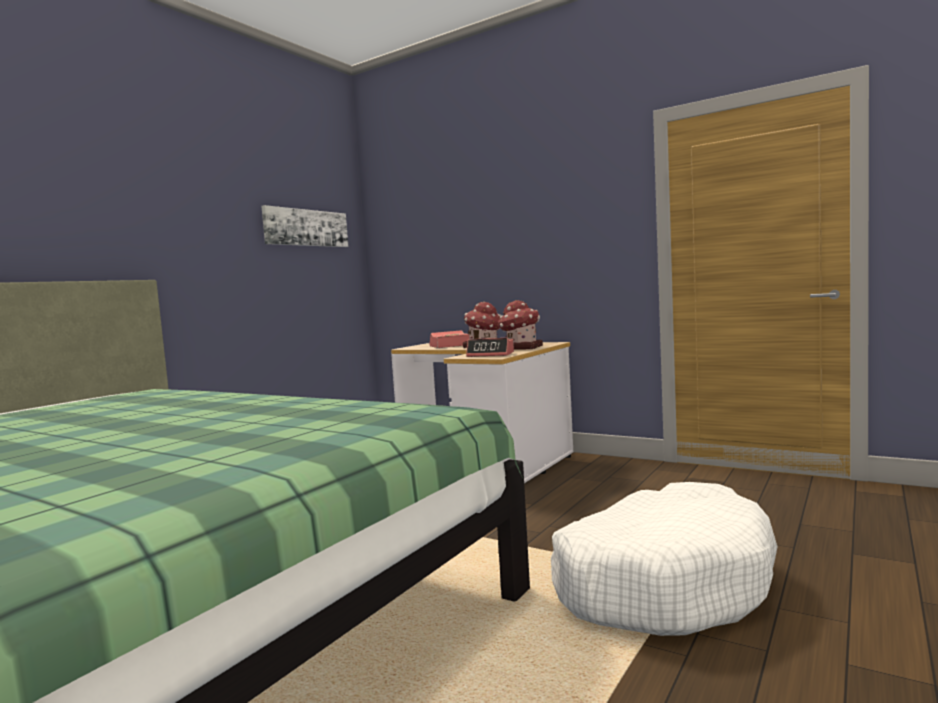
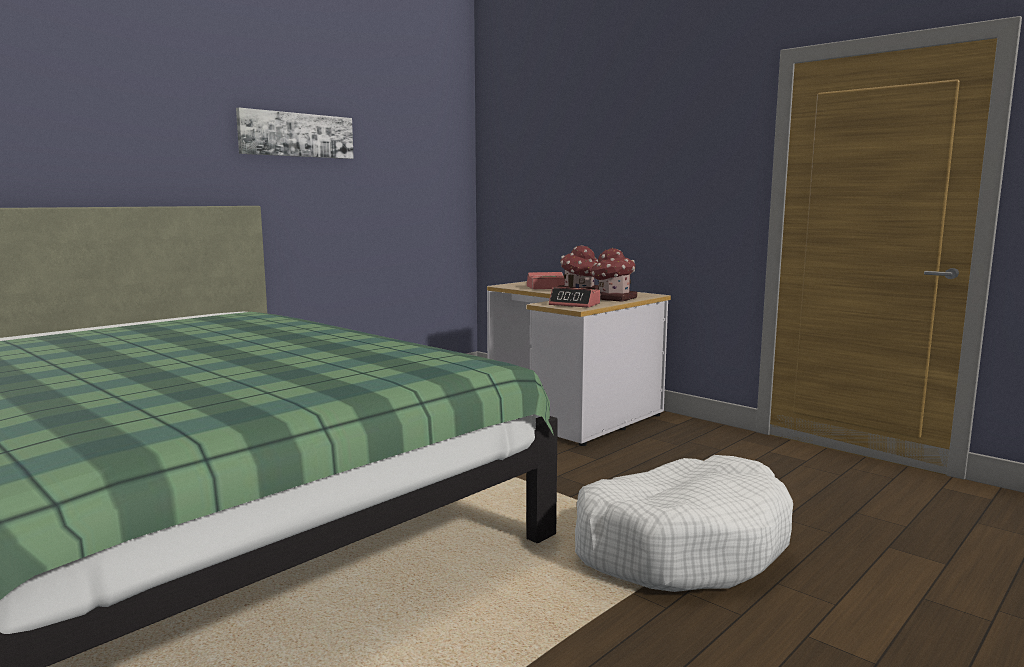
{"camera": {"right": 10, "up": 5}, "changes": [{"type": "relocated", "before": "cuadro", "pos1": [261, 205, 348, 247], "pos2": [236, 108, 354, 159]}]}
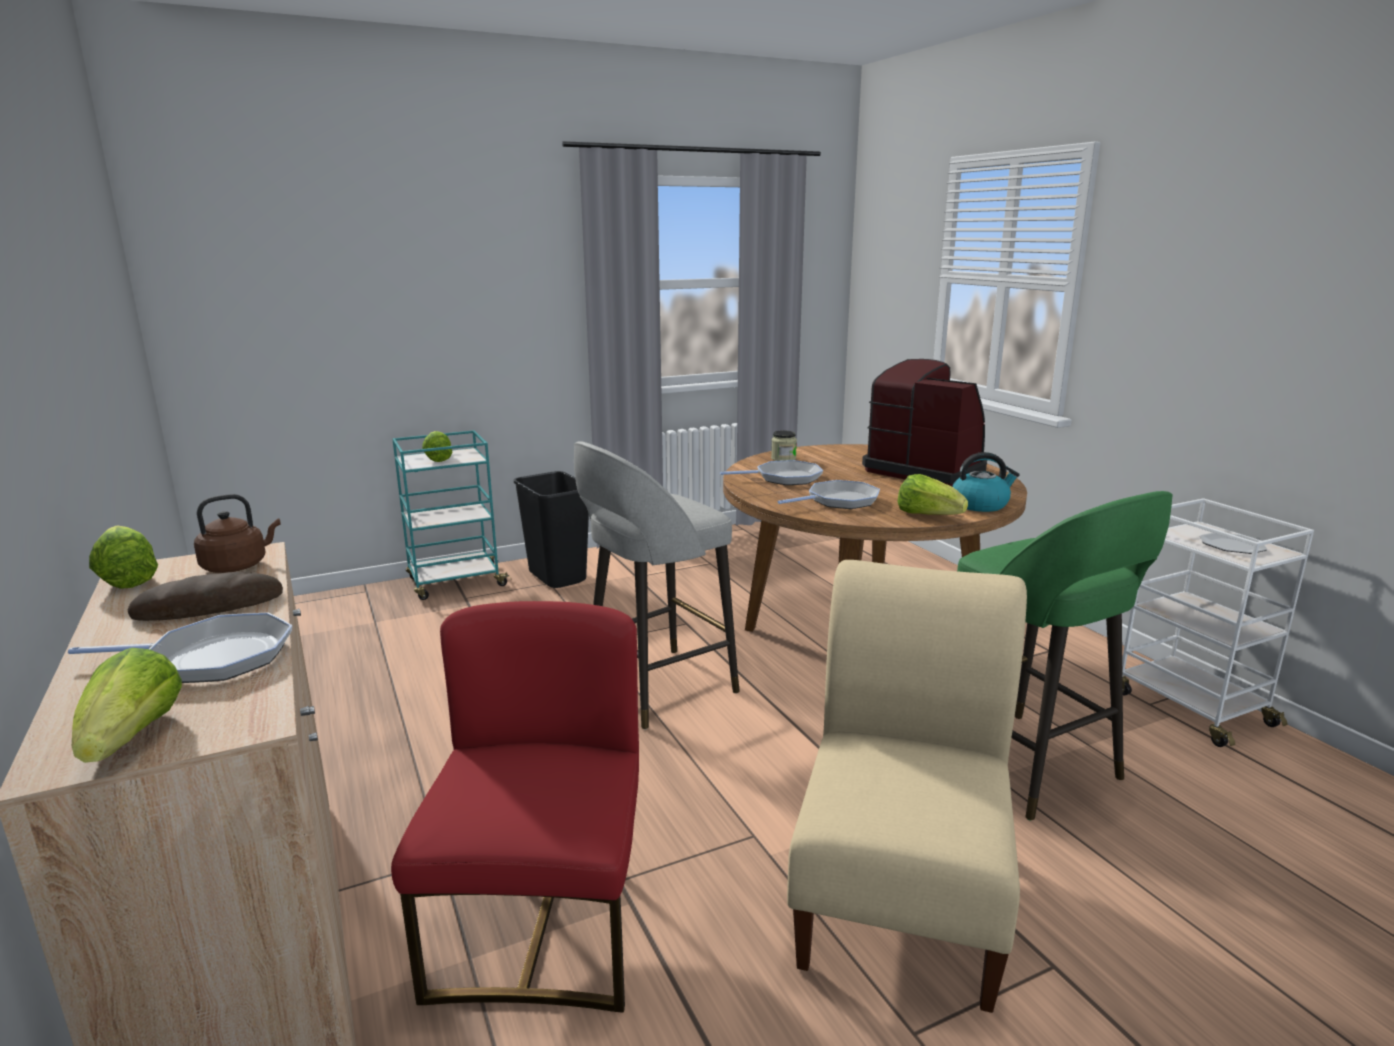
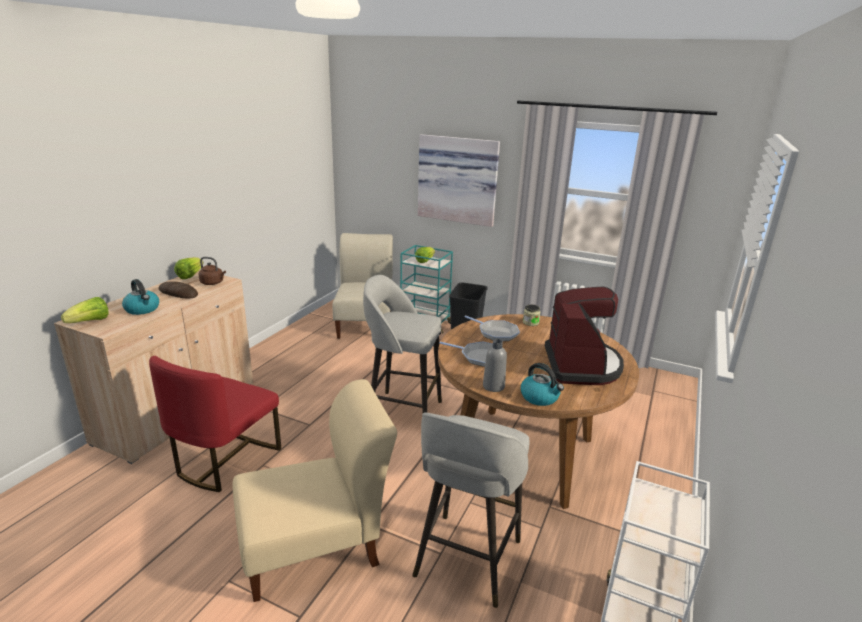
{"camera": {"right": 50, "up": 5}, "changes": [{"type": "missing", "before": "plato", "pos1": [1200, 533, 1267, 554]}, {"type": "appeared", "after": "silla (beis)", "pos2": [332, 233, 393, 339]}, {"type": "appeared", "after": "cuadro", "pos2": [418, 134, 500, 227]}, {"type": "exchanged", "before": "sartén", "after": "hervidor", "pos1": [68, 613, 292, 683], "pos2": [122, 279, 159, 315]}, {"type": "exchanged", "before": "lechuga", "after": "botella (gris)", "pos1": [898, 474, 968, 515], "pos2": [483, 339, 507, 392]}, {"type": "colour", "before": "taburete (verde)", "after": "taburete (gris)", "pos1": [957, 491, 1173, 821], "pos2": [412, 412, 530, 608]}, {"type": "spun", "before": "silla (rojo)", "pos1": [391, 601, 639, 1013], "pos2": [149, 356, 281, 492], "turn": 150}]}
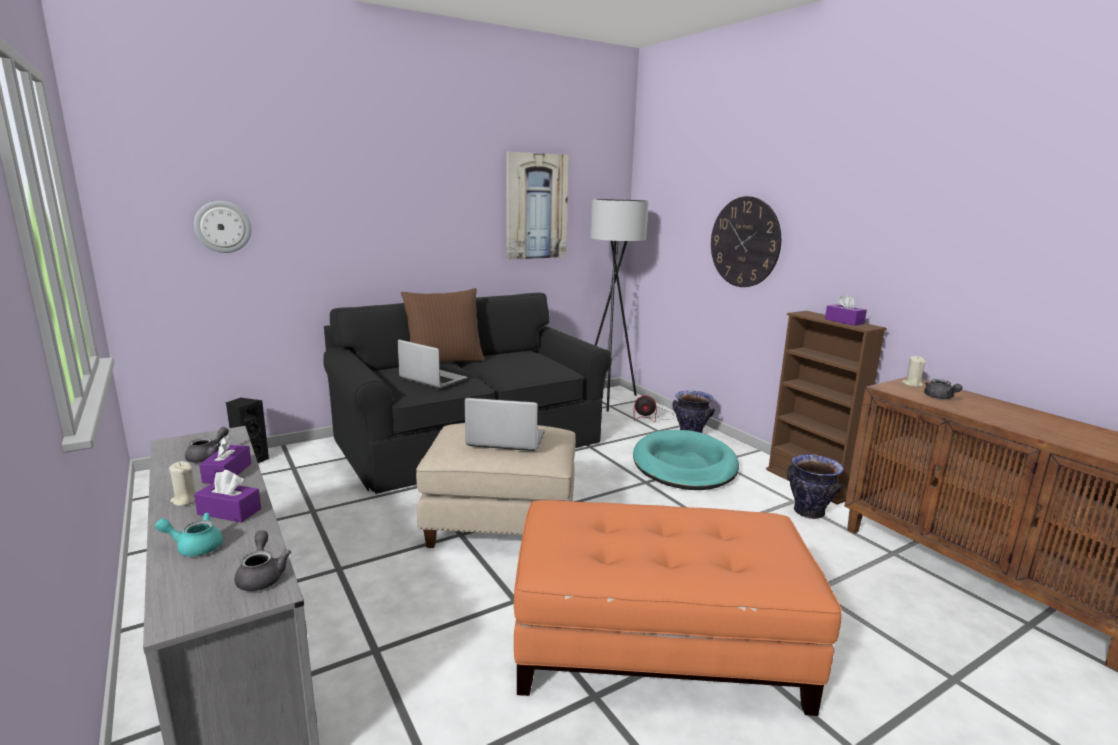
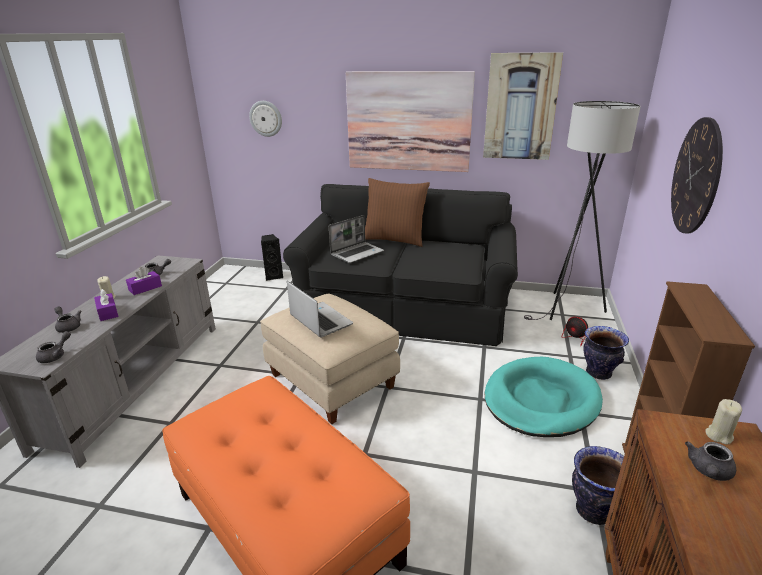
{"camera": {"right": 45, "up": 10}, "changes": [{"type": "missing", "before": "caja de pañuelos (morado)", "pos1": [825, 294, 867, 326]}, {"type": "appeared", "after": "cuadro", "pos2": [346, 71, 475, 172]}, {"type": "colour", "before": "tetera (turquesa)", "after": "tetera (gris)", "pos1": [155, 513, 223, 556], "pos2": [54, 307, 81, 333]}, {"type": "spun", "before": "portátil", "pos1": [398, 339, 467, 389], "pos2": [329, 215, 384, 263], "turn": 60}]}
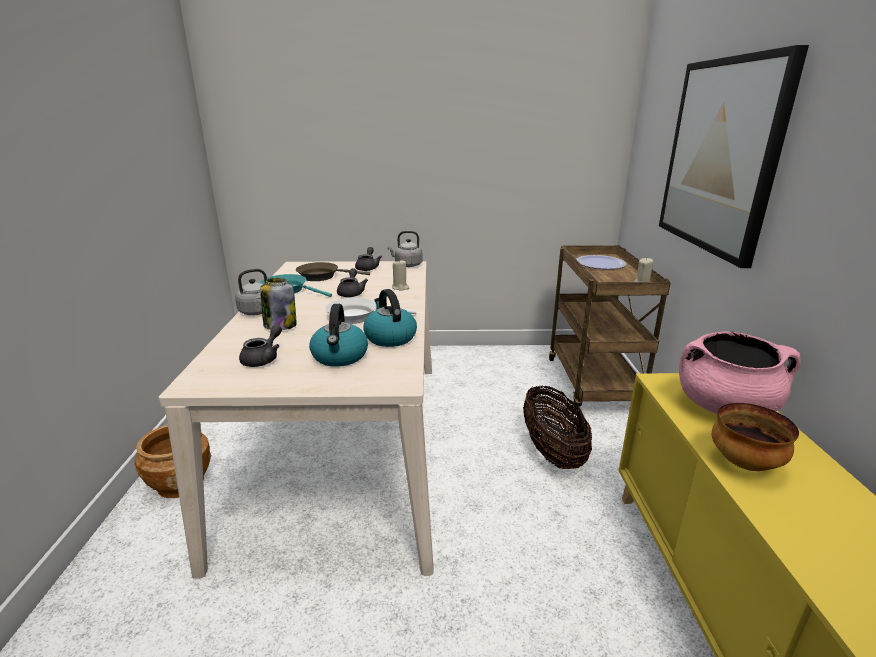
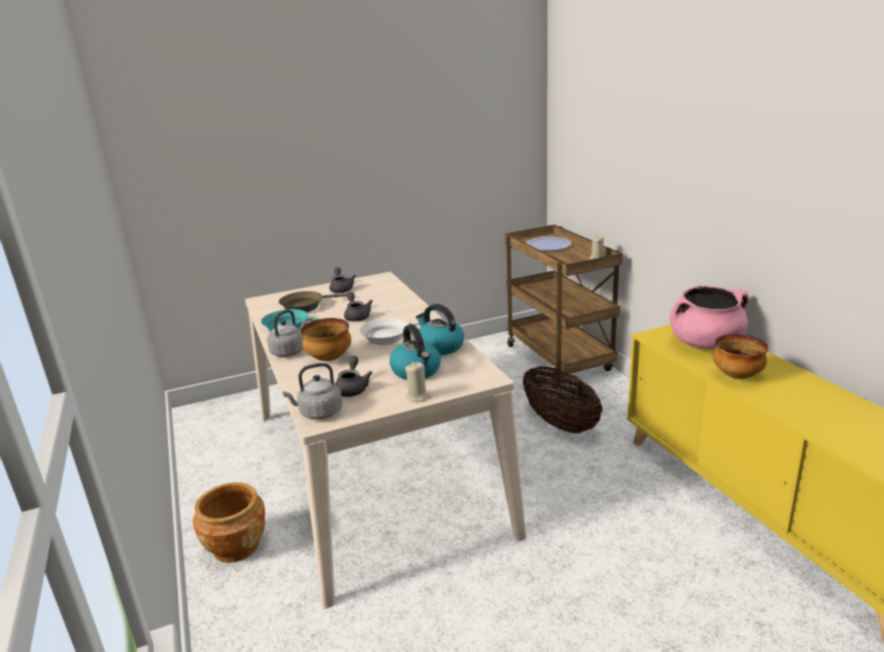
{"camera": {"right": -20, "up": 0}, "changes": [{"type": "missing", "before": "cuadro", "pos1": [659, 45, 809, 268]}, {"type": "relocated", "before": "hervidor (gris)", "pos1": [387, 231, 423, 267], "pos2": [283, 363, 342, 420]}, {"type": "relocated", "before": "vela (beis)", "pos1": [392, 259, 409, 291], "pos2": [405, 362, 431, 402]}, {"type": "exchanged", "before": "tarro", "after": "cuenco", "pos1": [260, 278, 297, 330], "pos2": [301, 318, 351, 361]}]}
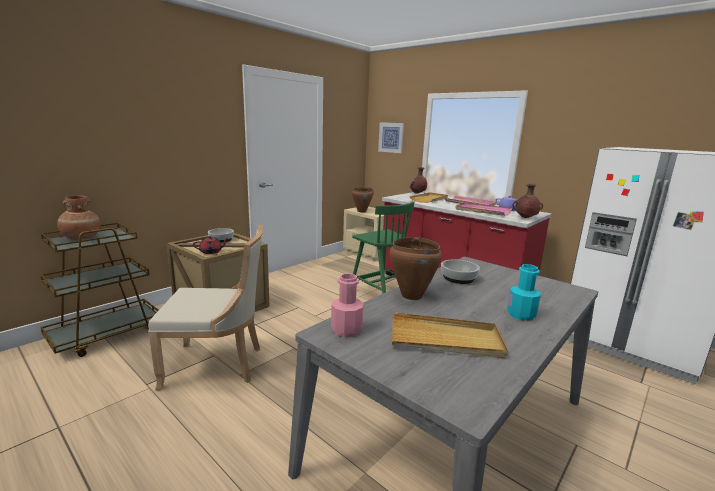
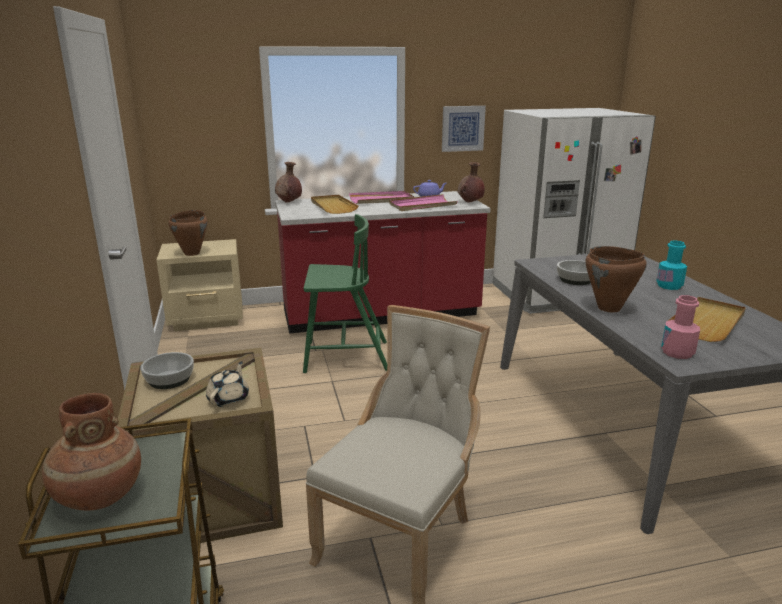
{"camera": {"right": -55, "up": 5}, "changes": [{"type": "relocated", "before": "cuadro", "pos1": [378, 122, 404, 153], "pos2": [442, 106, 486, 152]}, {"type": "colour", "before": "tetera (rojo)", "after": "tetera (beis)", "pos1": [193, 236, 229, 254], "pos2": [206, 361, 249, 407]}]}
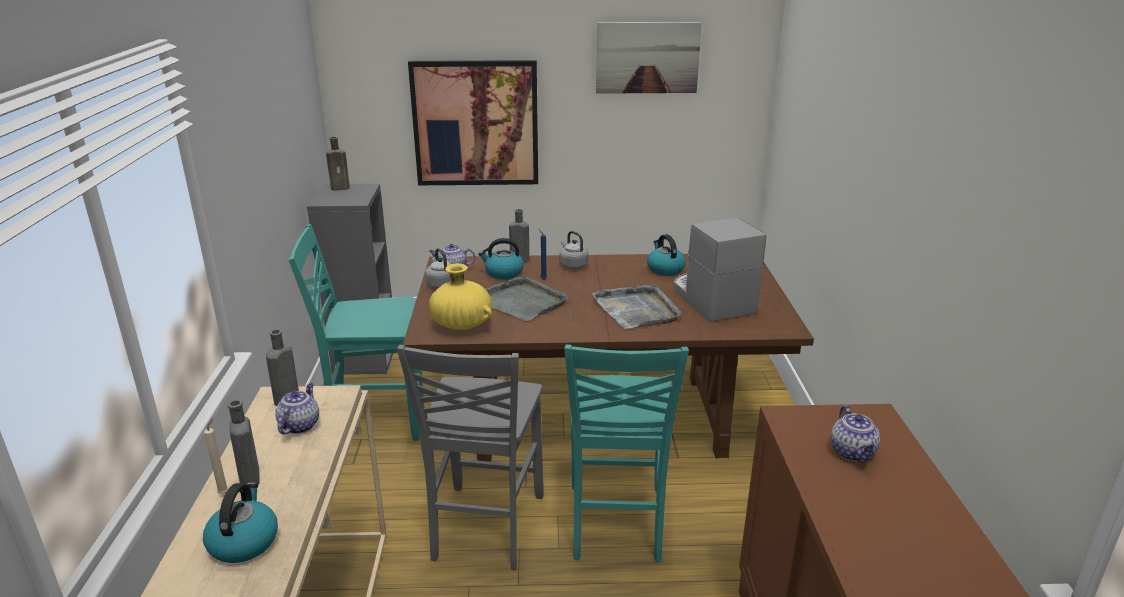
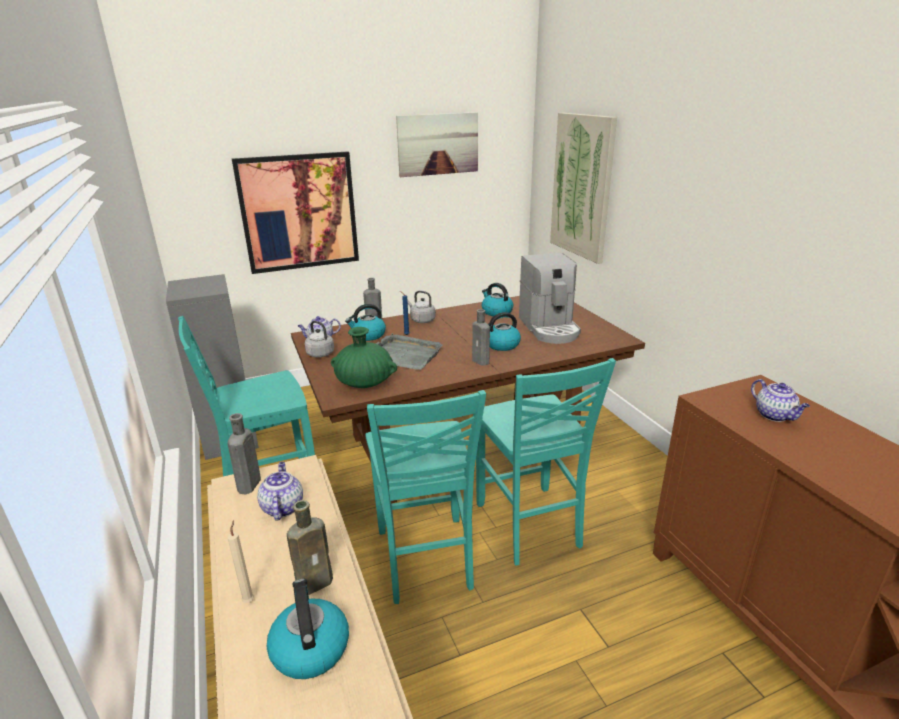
{"camera": {"right": -20, "up": 0}, "changes": [{"type": "appeared", "after": "cuadro", "pos2": [550, 113, 617, 264]}, {"type": "relocated", "before": "botella (gris)", "pos1": [228, 400, 260, 484], "pos2": [472, 309, 490, 365]}, {"type": "relocated", "before": "botella (marrón)", "pos1": [326, 137, 350, 190], "pos2": [287, 500, 333, 595]}, {"type": "exchanged", "before": "bandeja (gris)", "after": "hervidor", "pos1": [592, 285, 681, 329], "pos2": [488, 312, 521, 351]}, {"type": "colour", "before": "silla (gris)", "after": "silla (turquesa)", "pos1": [397, 345, 544, 570], "pos2": [365, 390, 486, 604]}, {"type": "colour", "before": "florero (amarillo)", "after": "florero (verde)", "pos1": [429, 263, 492, 330], "pos2": [331, 327, 397, 388]}, {"type": "spun", "before": "cafetera", "pos1": [673, 218, 766, 322], "pos2": [519, 253, 581, 344], "turn": -150}]}
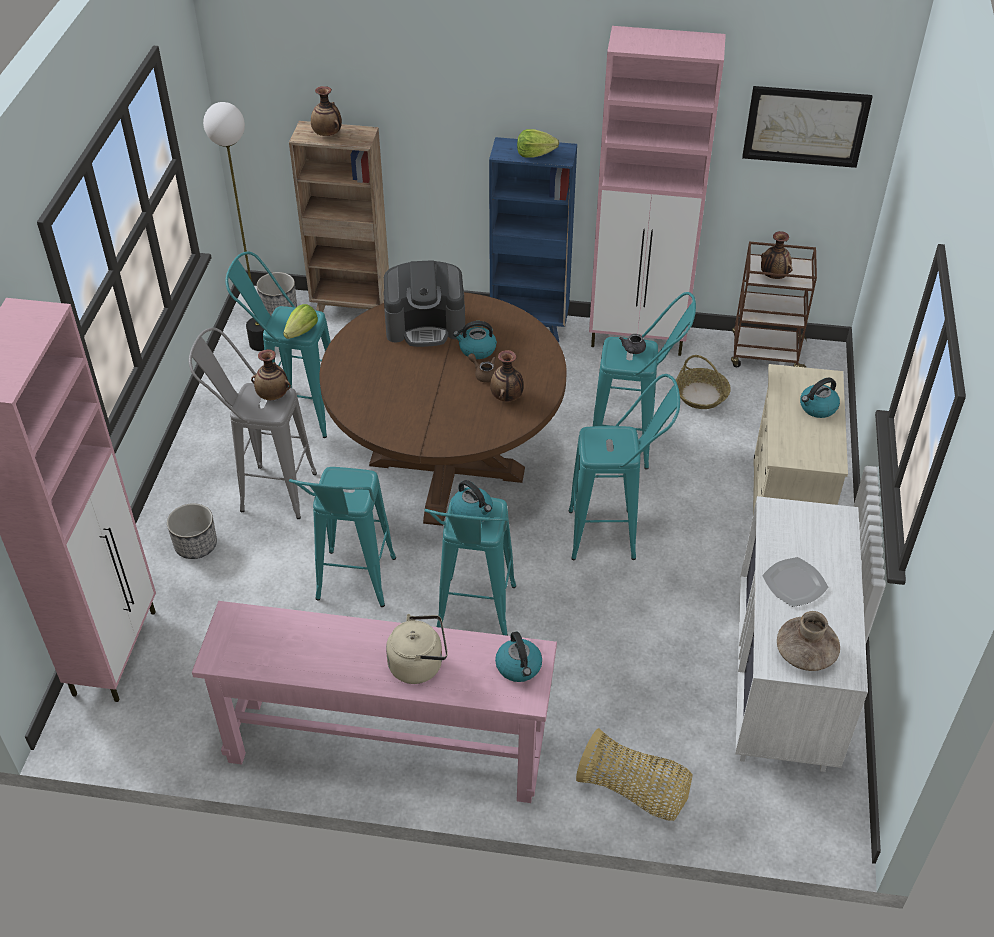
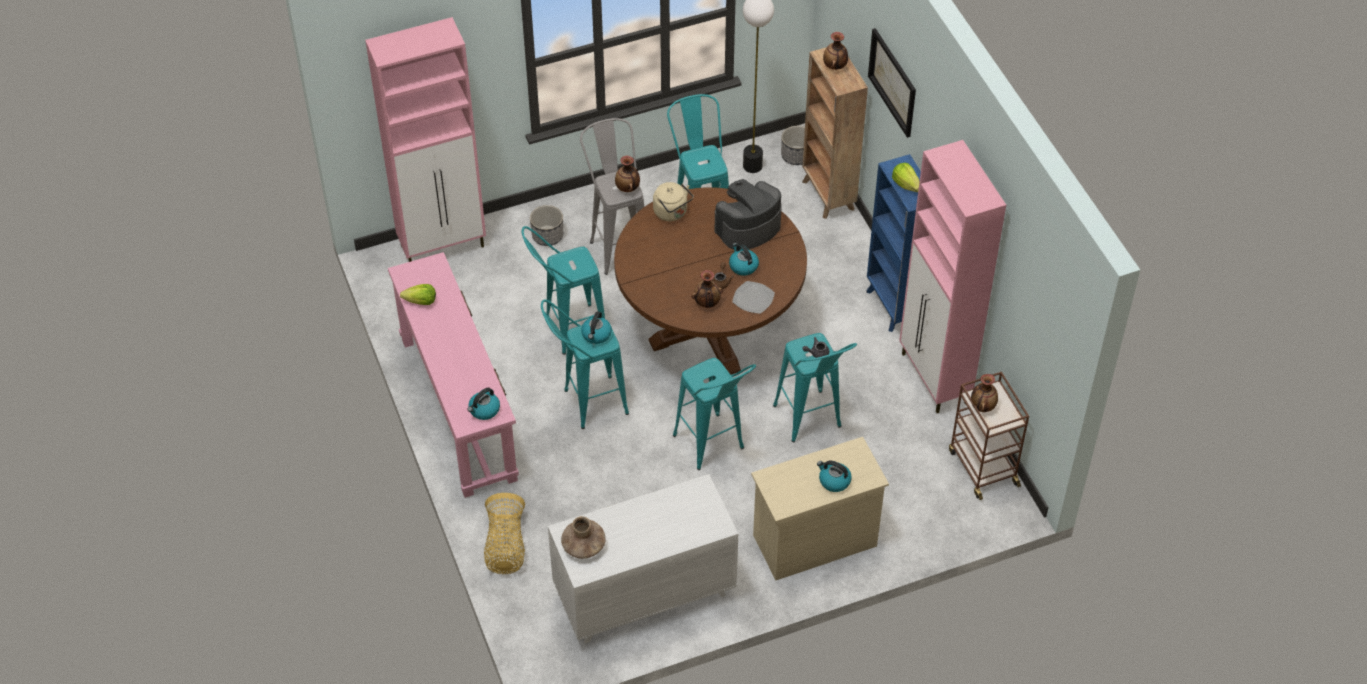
{"camera": {"right": 60, "up": 5}, "changes": [{"type": "missing", "before": "cesta", "pos1": [676, 355, 731, 409]}, {"type": "relocated", "before": "lechuga", "pos1": [283, 304, 318, 339], "pos2": [400, 284, 436, 305]}, {"type": "relocated", "before": "hervidor (beis)", "pos1": [386, 614, 448, 684], "pos2": [653, 182, 694, 221]}, {"type": "relocated", "before": "cuadro", "pos1": [742, 86, 872, 168], "pos2": [868, 28, 916, 138]}, {"type": "relocated", "before": "plato", "pos1": [762, 557, 829, 607], "pos2": [732, 281, 775, 314]}, {"type": "spun", "before": "cafetera", "pos1": [384, 260, 465, 347], "pos2": [715, 179, 782, 250], "turn": 90}]}
